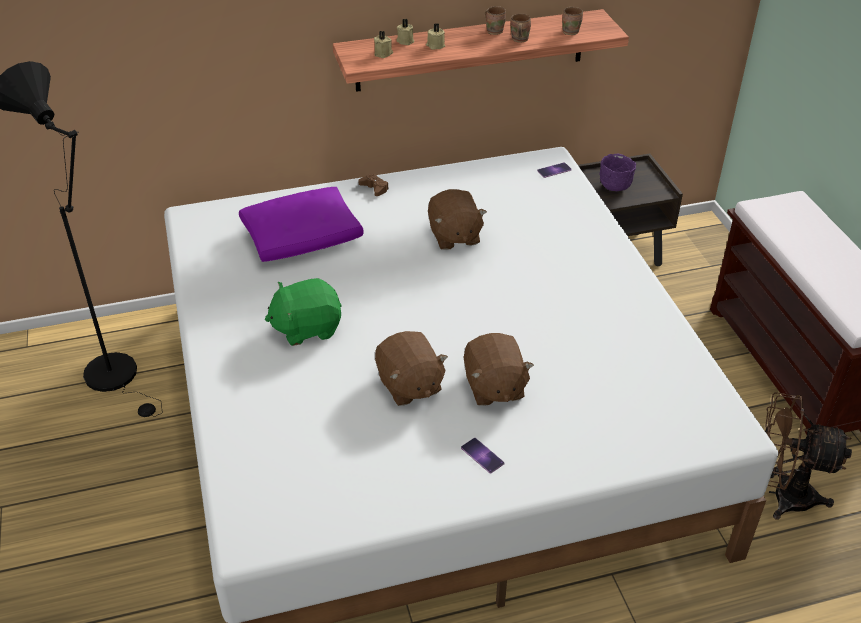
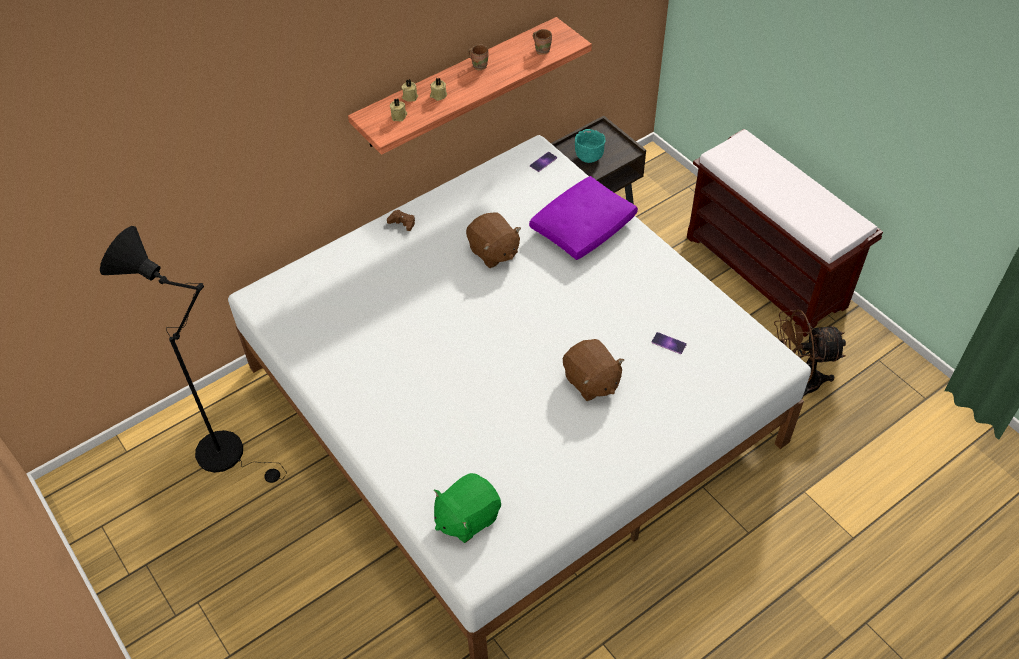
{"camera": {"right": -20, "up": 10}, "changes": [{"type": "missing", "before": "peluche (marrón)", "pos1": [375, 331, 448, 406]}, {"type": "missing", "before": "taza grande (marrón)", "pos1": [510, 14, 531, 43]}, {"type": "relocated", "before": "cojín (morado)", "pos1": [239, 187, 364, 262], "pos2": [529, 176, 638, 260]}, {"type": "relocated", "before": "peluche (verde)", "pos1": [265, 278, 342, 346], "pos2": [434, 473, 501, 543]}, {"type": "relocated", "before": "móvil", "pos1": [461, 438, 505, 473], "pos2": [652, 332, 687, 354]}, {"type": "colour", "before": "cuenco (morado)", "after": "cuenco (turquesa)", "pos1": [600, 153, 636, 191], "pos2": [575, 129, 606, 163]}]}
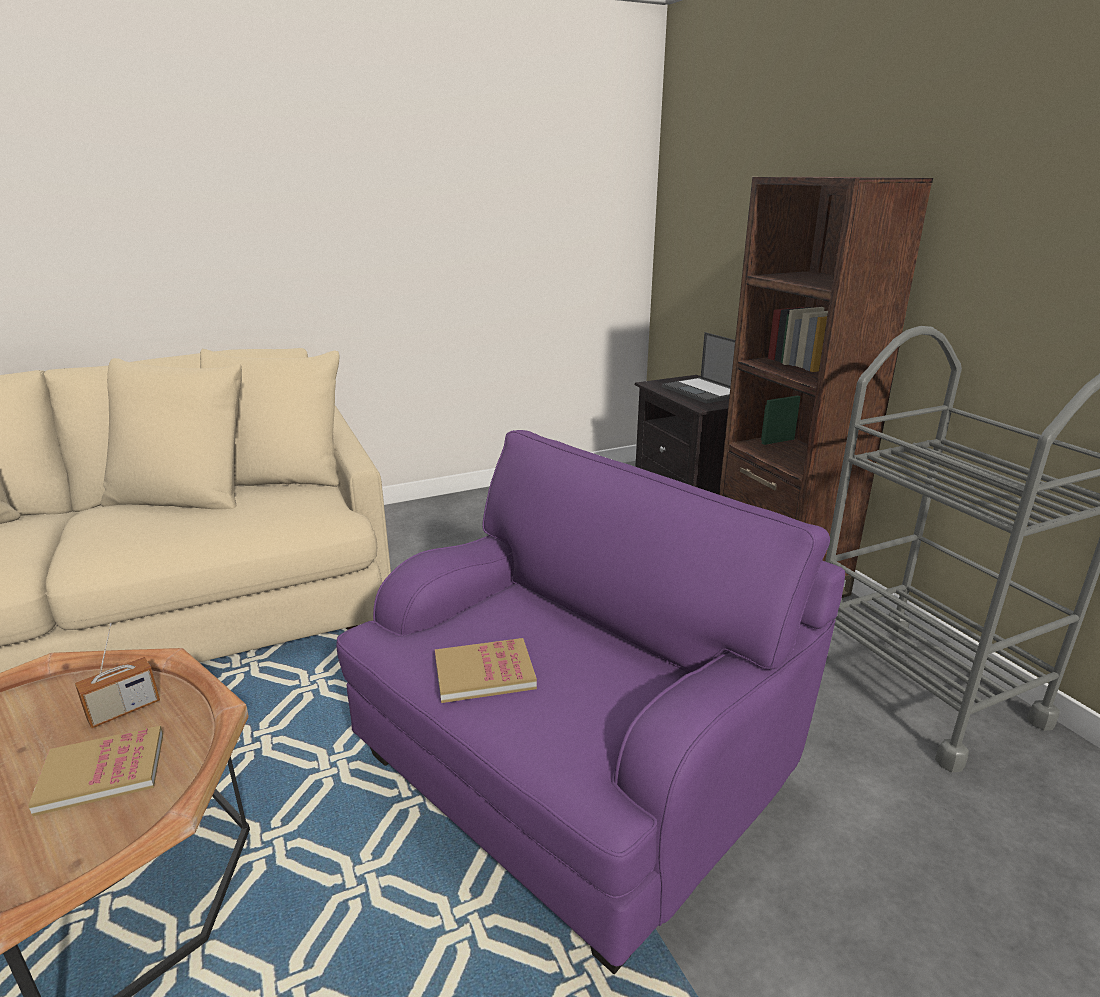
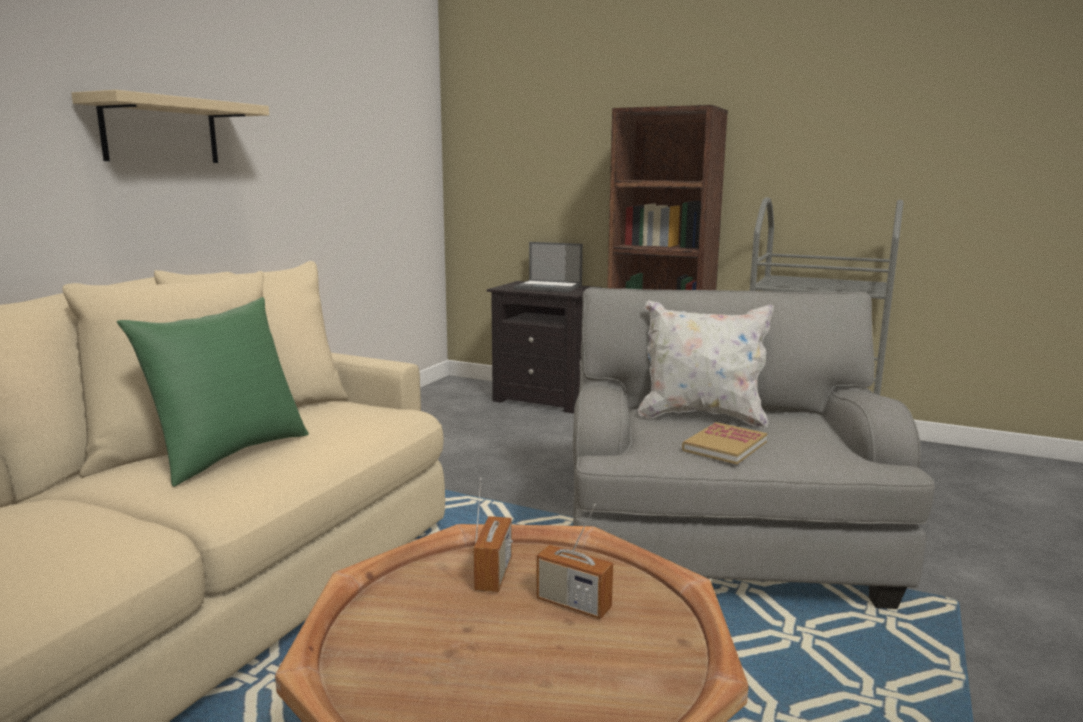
{"camera": {"right": -40, "up": -10}, "changes": [{"type": "appeared", "after": "estante (beis)", "pos2": [71, 90, 269, 163]}, {"type": "appeared", "after": "cojín (verde)", "pos2": [117, 297, 309, 487]}, {"type": "appeared", "after": "cojín (blanco)", "pos2": [638, 300, 774, 428]}, {"type": "exchanged", "before": "libro", "after": "radio", "pos1": [28, 726, 163, 816], "pos2": [536, 504, 613, 619]}, {"type": "colour", "before": "sillón (morado)", "after": "sillón (gris)", "pos1": [336, 430, 845, 974], "pos2": [573, 287, 935, 609]}]}
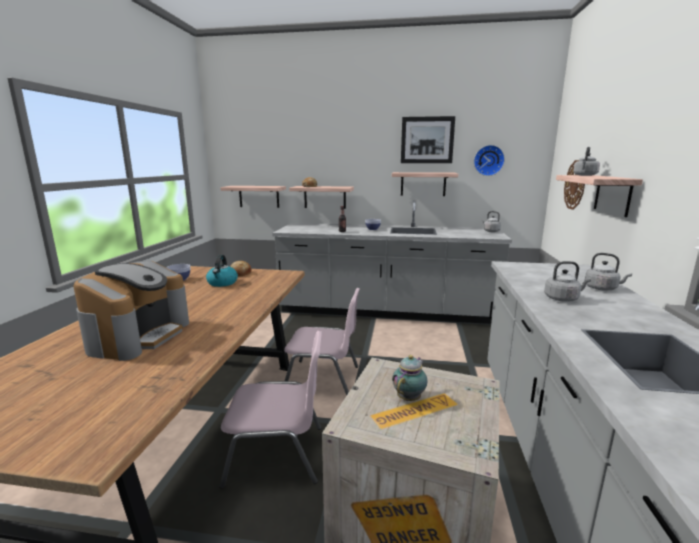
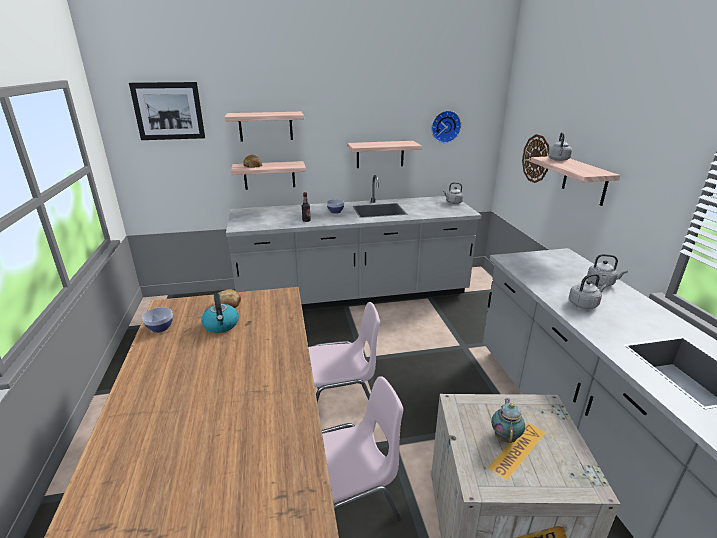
{"camera": {"right": -20, "up": 10}, "changes": [{"type": "missing", "before": "cafetera", "pos1": [73, 261, 189, 361]}, {"type": "relocated", "before": "estante", "pos1": [220, 186, 286, 208], "pos2": [224, 112, 304, 142]}, {"type": "relocated", "before": "cuadro", "pos1": [401, 116, 455, 163], "pos2": [129, 82, 205, 140]}]}
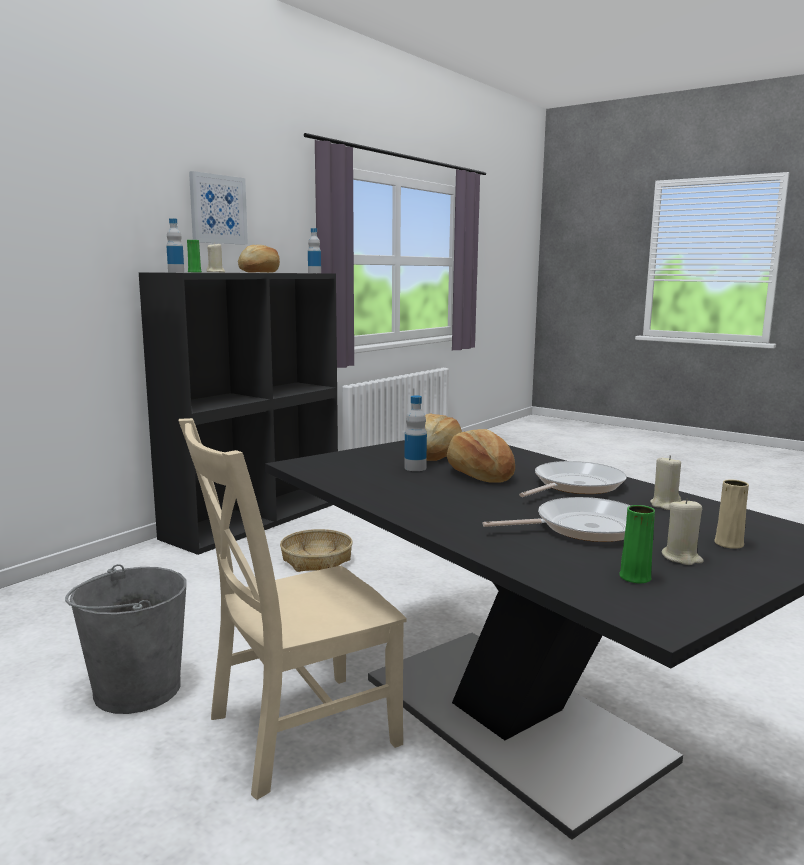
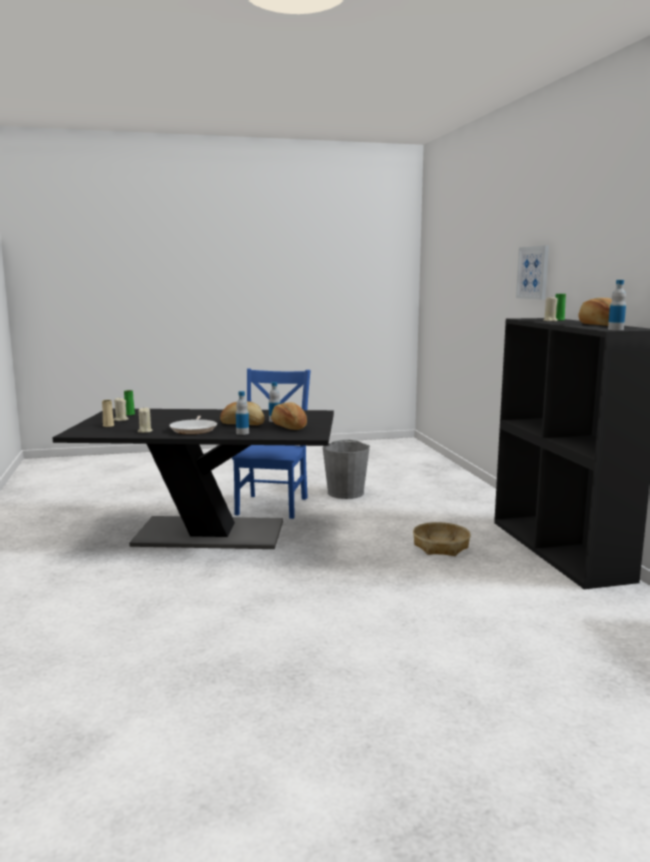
{"camera": {"right": 130, "up": 0}, "changes": [{"type": "missing", "before": "sartén", "pos1": [483, 497, 631, 542]}, {"type": "relocated", "before": "botella", "pos1": [167, 218, 184, 272], "pos2": [236, 391, 249, 435]}, {"type": "relocated", "before": "cuadro", "pos1": [189, 171, 248, 245], "pos2": [516, 246, 549, 300]}, {"type": "colour", "before": "silla (beis)", "after": "silla (azul)", "pos1": [179, 418, 407, 800], "pos2": [232, 368, 311, 519]}]}
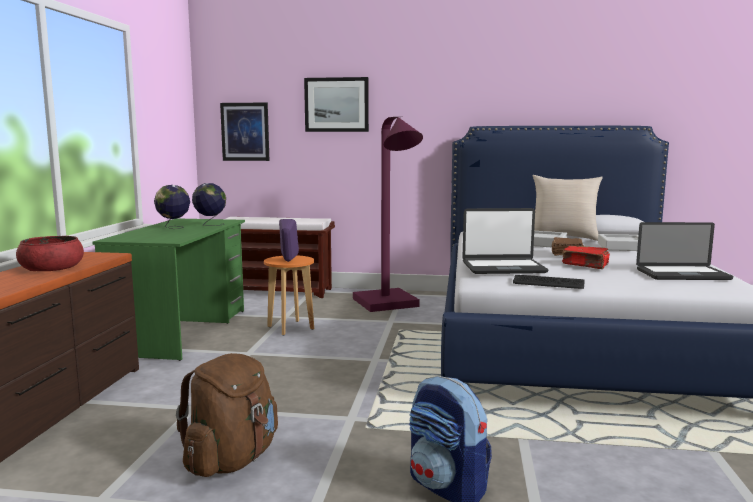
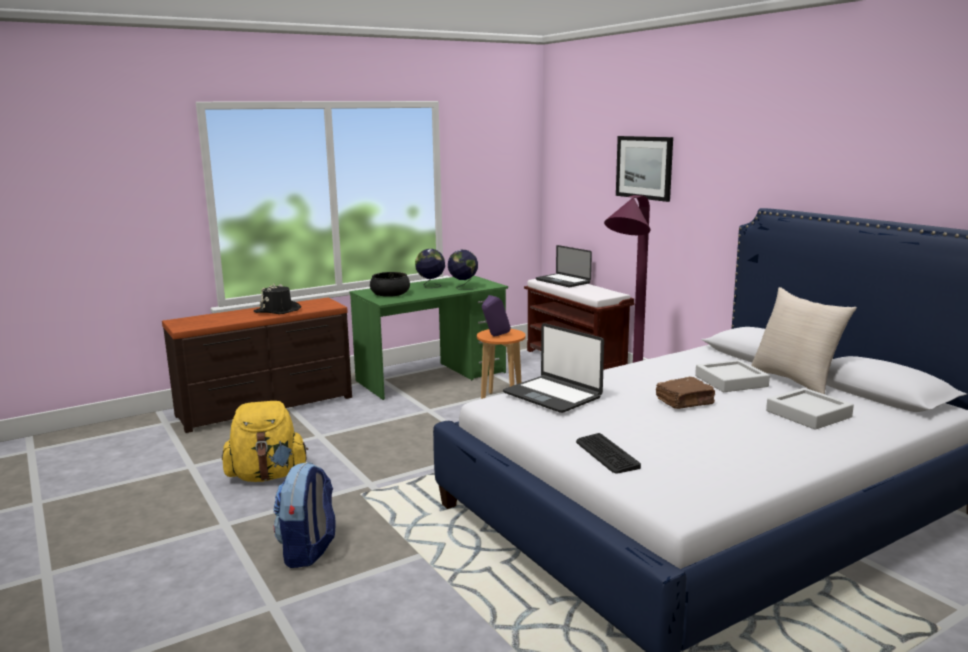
{"camera": {"right": 50, "up": 5}, "changes": [{"type": "missing", "before": "cuadro", "pos1": [220, 103, 270, 161]}, {"type": "missing", "before": "libro (rojo)", "pos1": [562, 246, 610, 269]}, {"type": "appeared", "after": "cuenco (negro)", "pos2": [370, 272, 410, 297]}, {"type": "relocated", "before": "teclado", "pos1": [513, 275, 585, 289], "pos2": [576, 433, 641, 473]}, {"type": "relocated", "before": "portátil", "pos1": [636, 222, 733, 280], "pos2": [536, 245, 592, 287]}, {"type": "exchanged", "before": "cuenco (rojo)", "after": "sombrero (negro)", "pos1": [16, 236, 84, 271], "pos2": [254, 284, 301, 314]}, {"type": "colour", "before": "mochila (marrón)", "after": "mochila (amarillo)", "pos1": [176, 353, 278, 477], "pos2": [222, 401, 308, 482]}]}
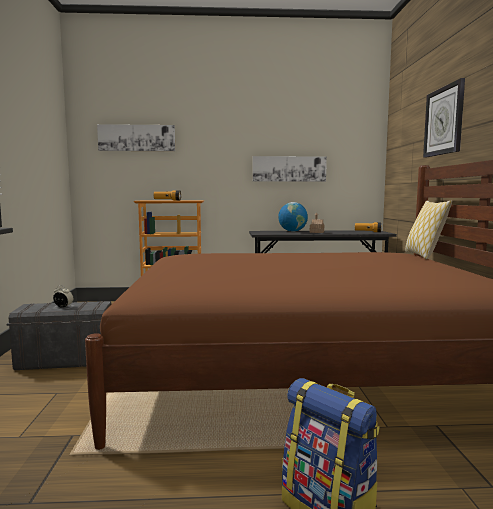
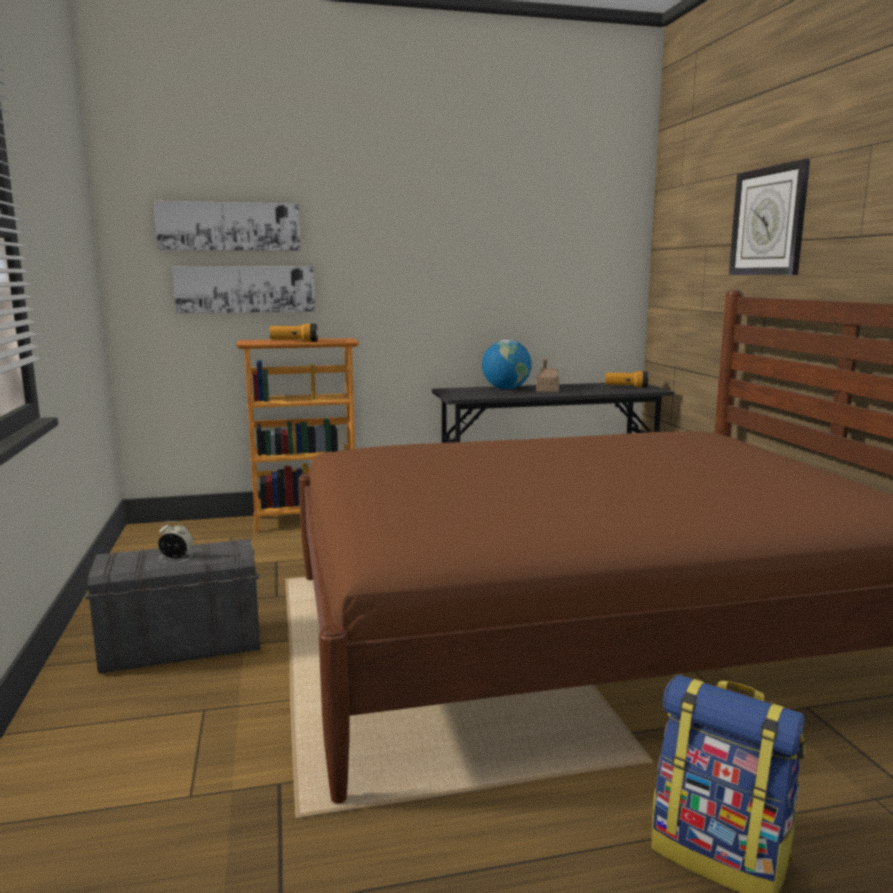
{"camera": {"right": -10, "up": 5}, "changes": [{"type": "missing", "before": "cojín", "pos1": [405, 201, 452, 259]}, {"type": "relocated", "before": "cuadro", "pos1": [253, 156, 327, 182], "pos2": [173, 266, 315, 313]}]}
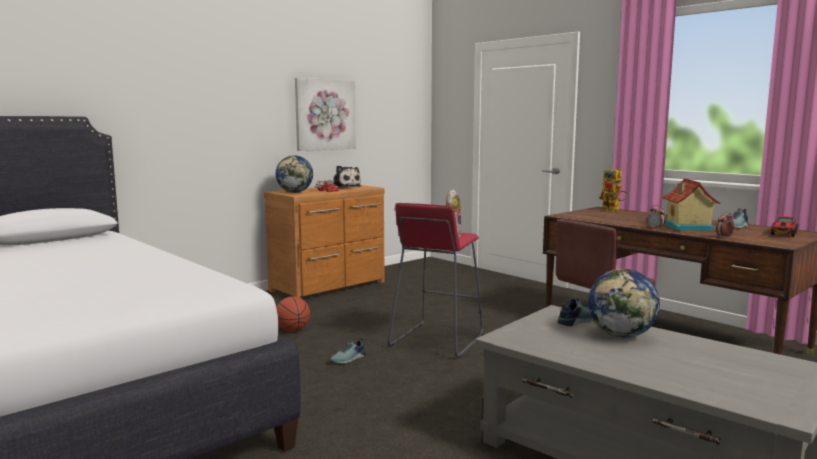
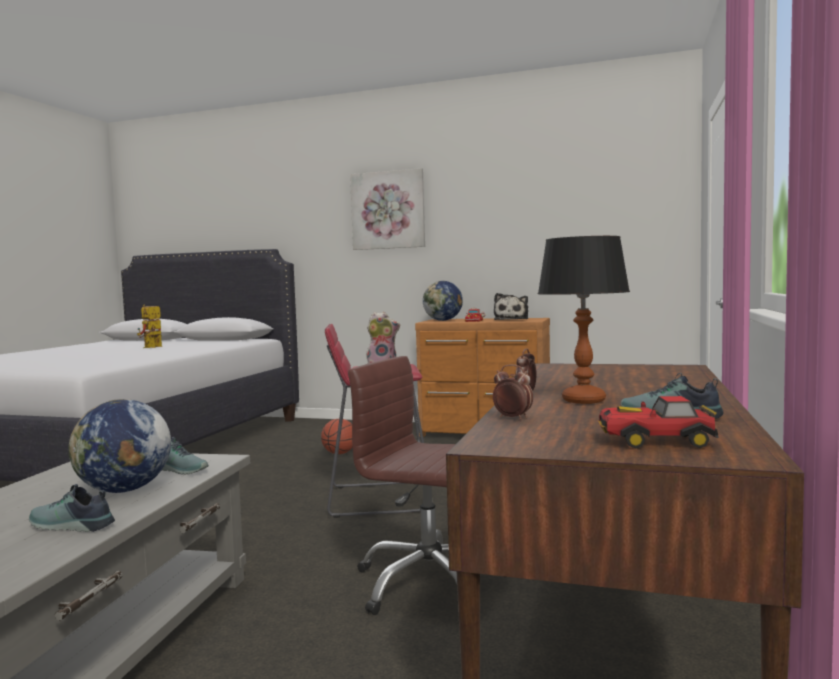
{"camera": {"right": 60, "up": -5}, "changes": [{"type": "relocated", "before": "cuadro", "pos1": [295, 78, 356, 151], "pos2": [350, 168, 425, 250]}, {"type": "relocated", "before": "zapato", "pos1": [330, 338, 366, 364], "pos2": [29, 484, 115, 532]}, {"type": "relocated", "before": "robot de juguete", "pos1": [599, 168, 630, 211], "pos2": [137, 304, 162, 348]}, {"type": "exchanged", "before": "casita", "after": "lámpara de mesa", "pos1": [662, 178, 720, 231], "pos2": [538, 236, 630, 404]}]}
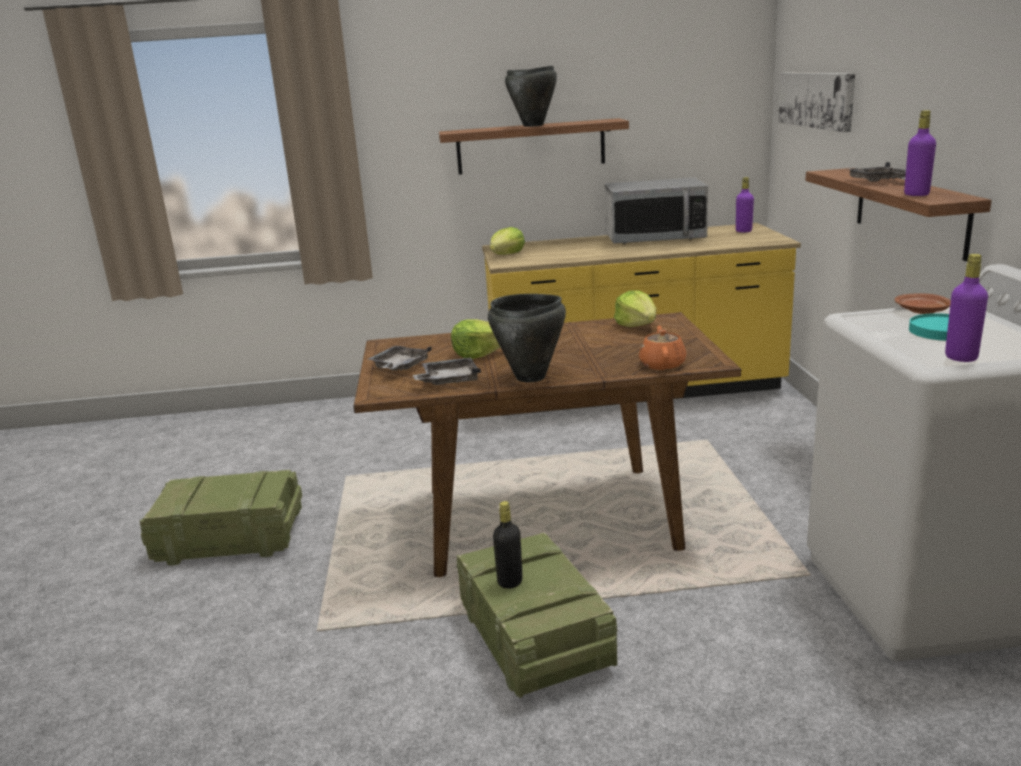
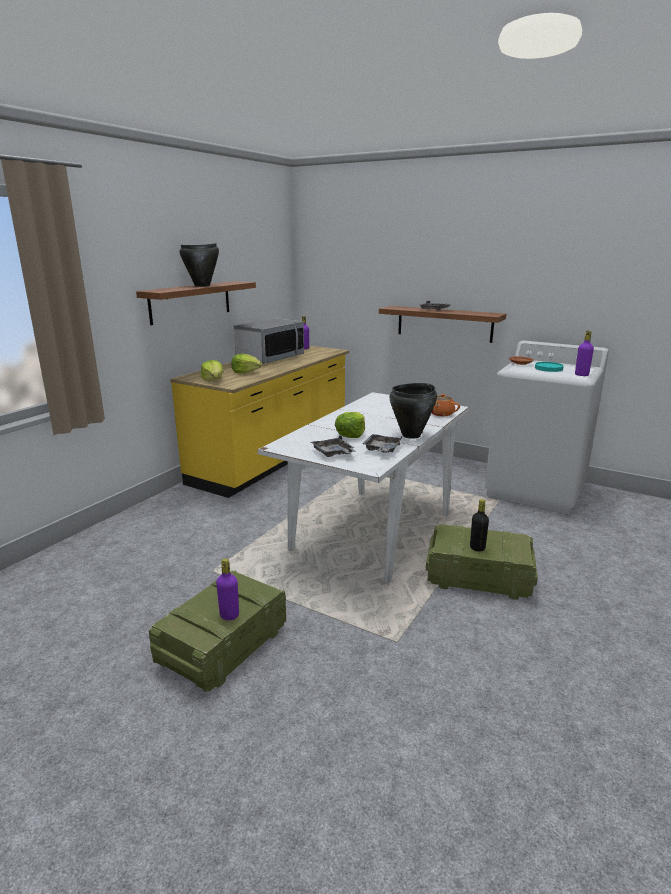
{"camera": {"right": -55, "up": 0}, "changes": [{"type": "missing", "before": "cuadro", "pos1": [778, 72, 855, 132]}, {"type": "relocated", "before": "lechuga", "pos1": [614, 290, 656, 327], "pos2": [231, 354, 262, 374]}, {"type": "relocated", "before": "botella (morado)", "pos1": [904, 110, 936, 196], "pos2": [216, 558, 239, 620]}, {"type": "colour", "before": "mesa de comedor (marrón)", "after": "mesa de comedor (blanco)", "pos1": [353, 312, 741, 577], "pos2": [258, 392, 469, 583]}]}
